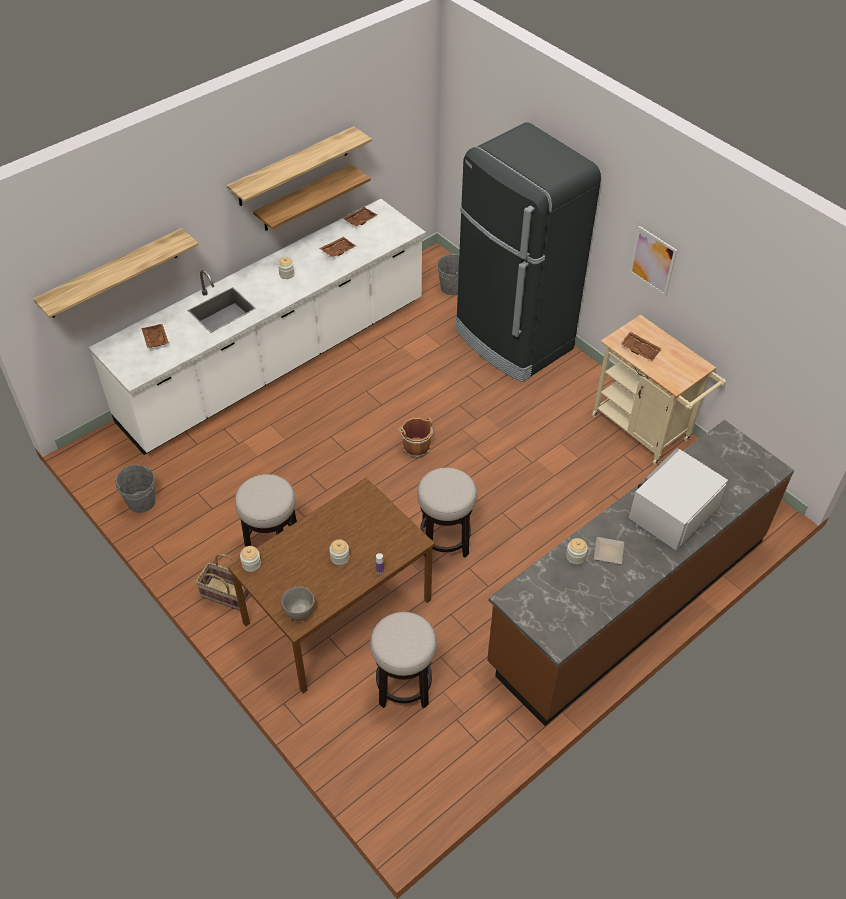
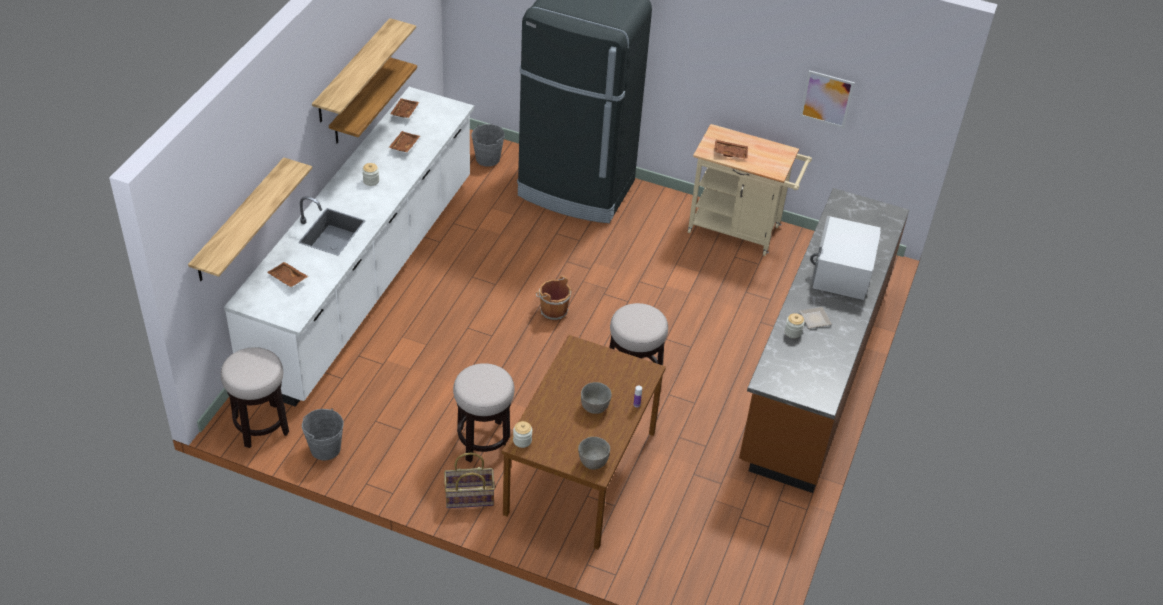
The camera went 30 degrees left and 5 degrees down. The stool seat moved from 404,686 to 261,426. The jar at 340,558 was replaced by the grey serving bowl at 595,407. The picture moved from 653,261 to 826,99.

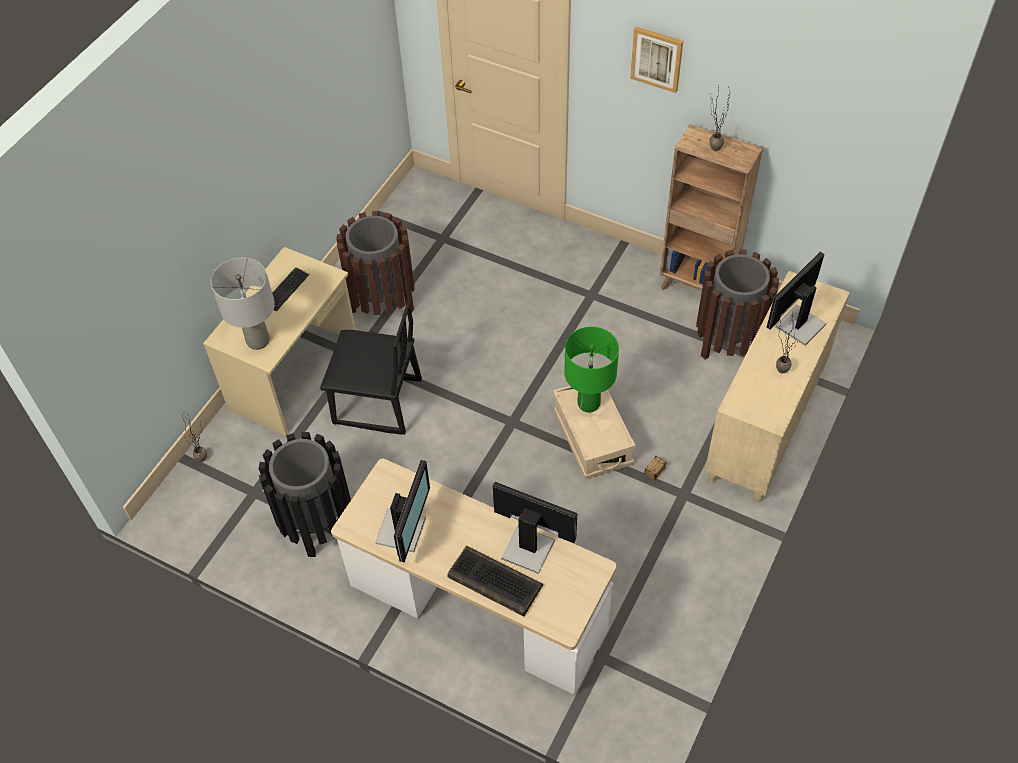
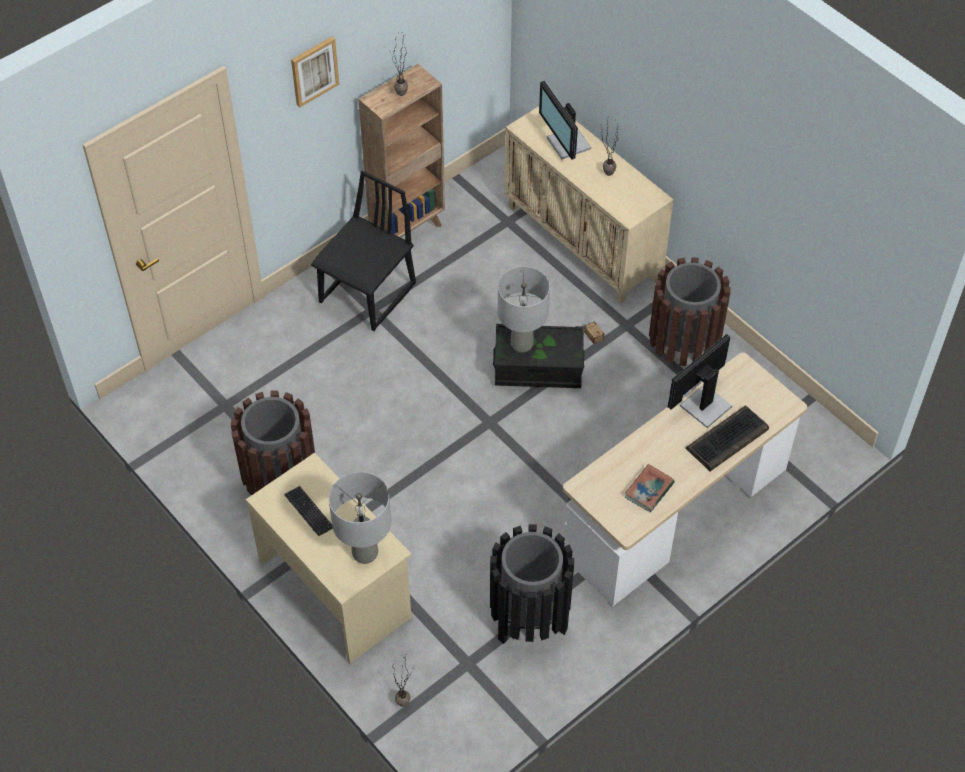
The camera went 70 degrees left and 0 degrees up. The black-coloured chair moved from 377,403 to 368,294. The beige storage box at 592,438 became the black-coloured storage box at 538,368. The green-coloured lamp for a table at 589,404 became the grey lamp for a table at 522,344. The monitor at 403,530 was replaced by the book at 649,490. The brown-coloured waste bin moved from 728,341 to 683,350.

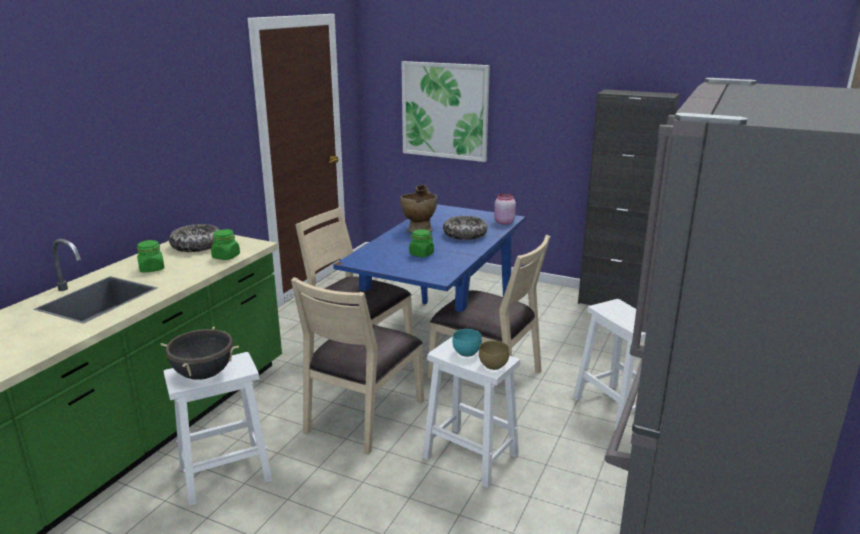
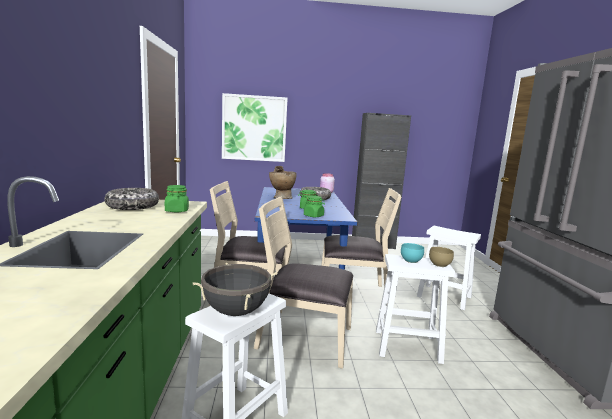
The camera went 30 degrees left and 10 degrees down. The beige chair at 363,415 turned 105 degrees clockwise. The green-coloured jar moved from 152,269 to 313,216.

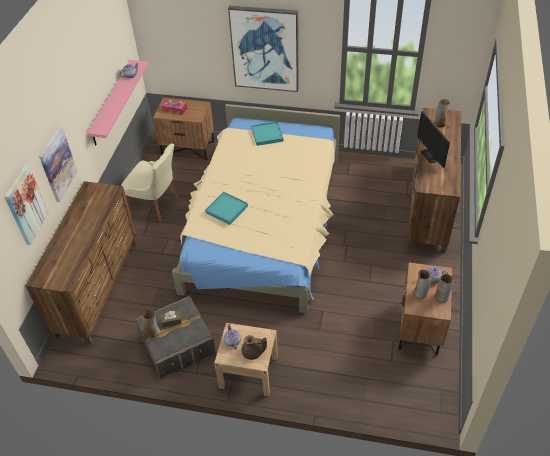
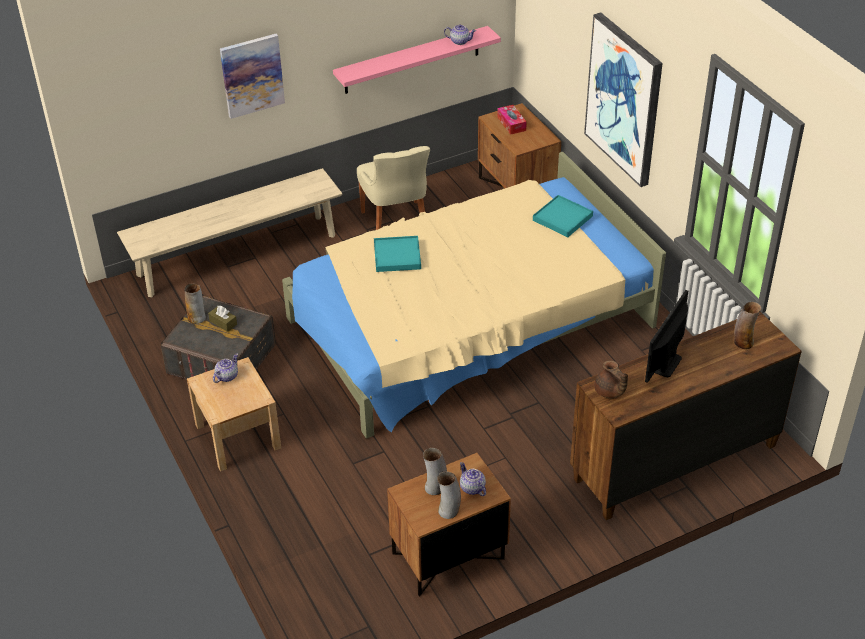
The camera went 50 degrees right and 5 degrees down. The brown-coloured drawer chest at 98,288 was replaced by the beige indoor bench at 237,255. The brown-coloured teapot moved from 253,353 to 609,392. The picture at 25,205 disappeared.

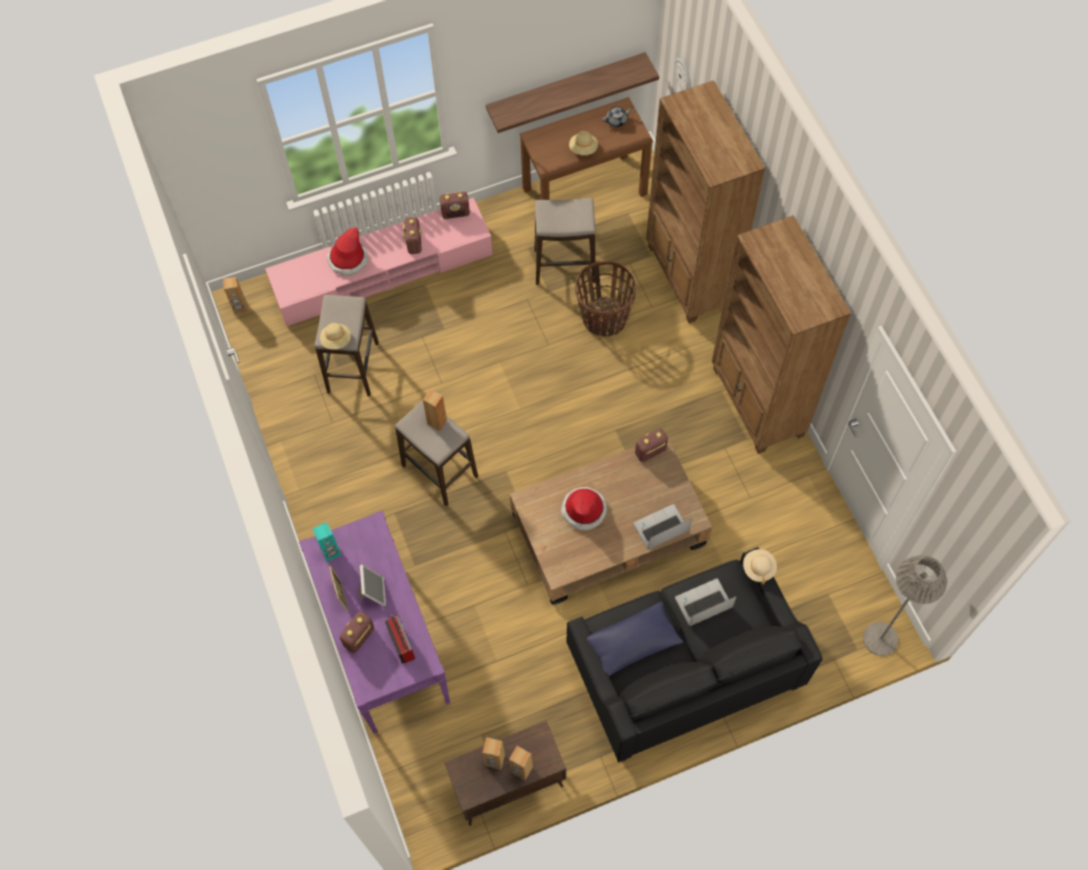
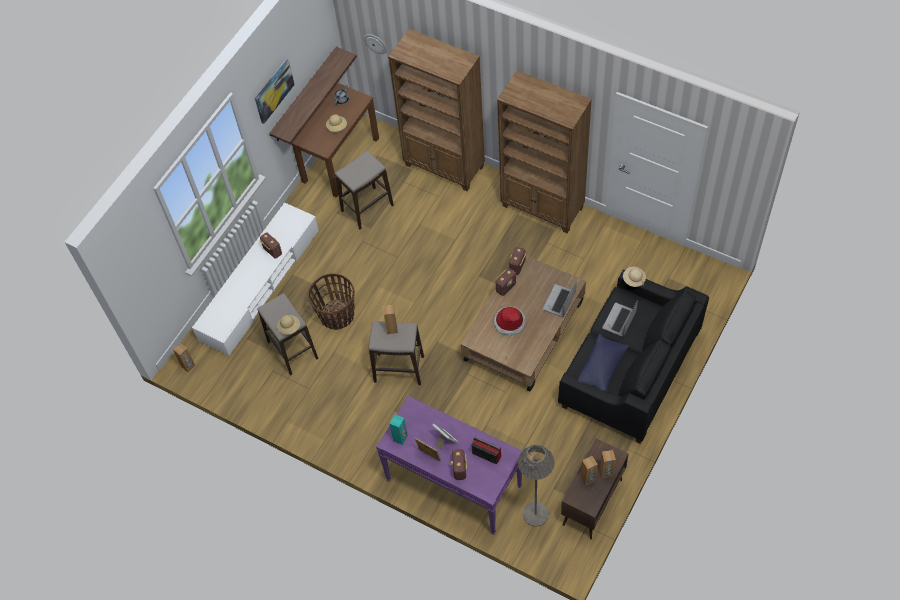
The camera went 35 degrees left and 5 degrees down. The pink tv unit at 383,271 became the white-coloured tv unit at 260,284. The picture at 273,91 appeared. The basket moved from 604,318 to 337,315. The radio receiver moved from 456,213 to 506,287. The grey standard lamp moved from 880,639 to 535,514. The clothing hat at 348,259 disappeared.

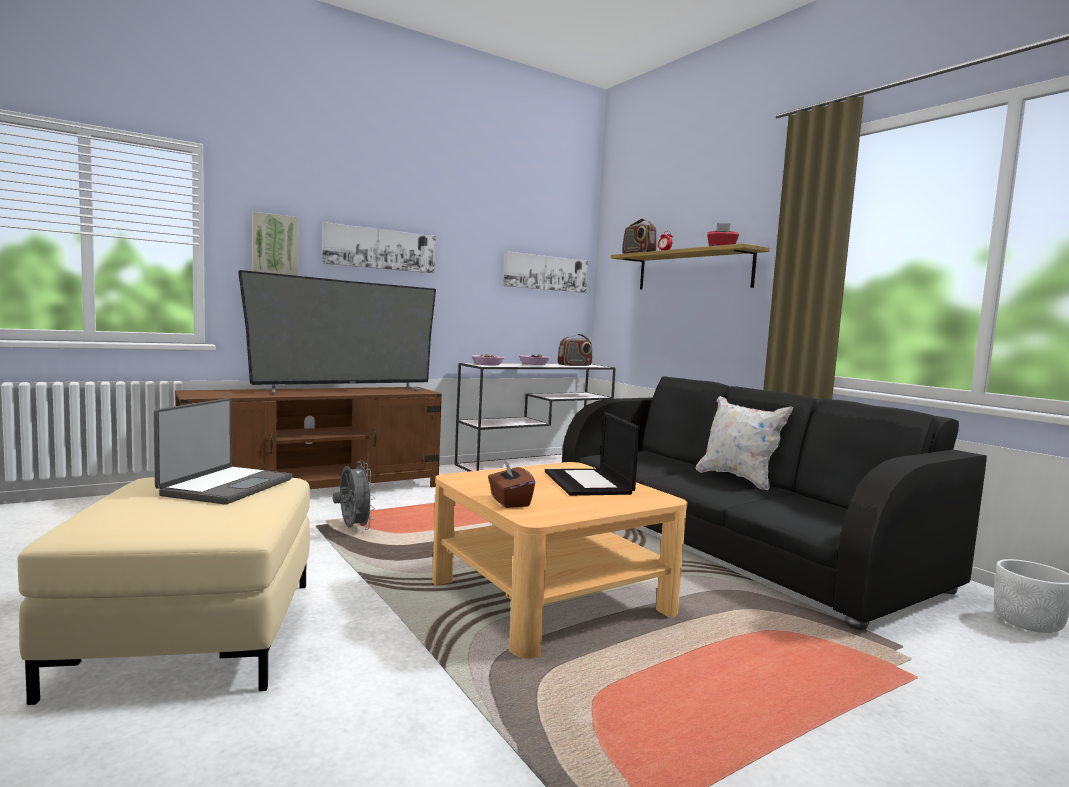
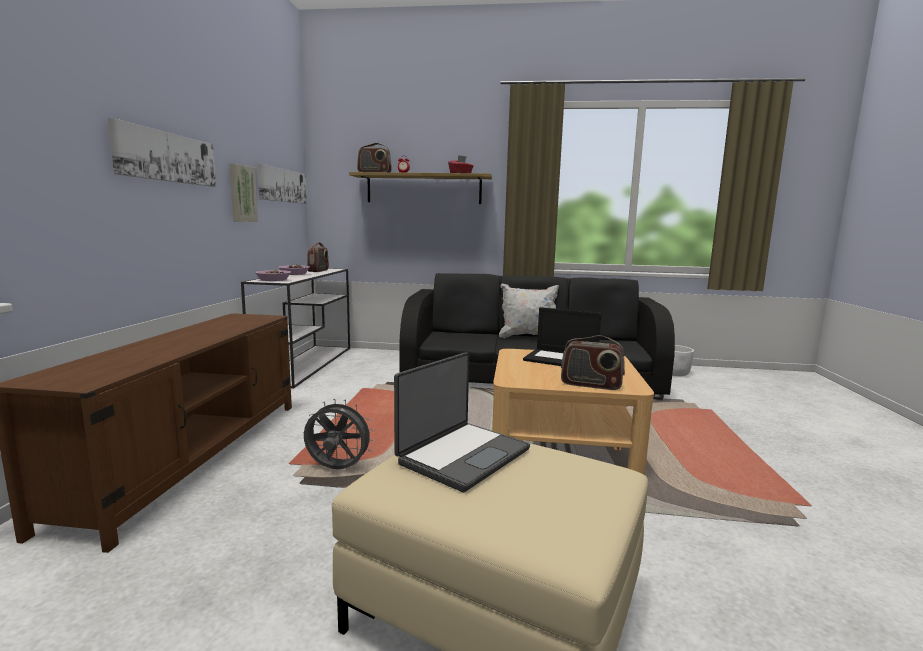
The camera went 50 degrees left and 5 degrees up. The picture moved from 274,246 to 241,194. The notebook computer at 226,487 turned 75 degrees clockwise. The brown-coloured box of tissues at 509,501 was replaced by the radio receiver at 591,385. The television at 345,390 disappeared.

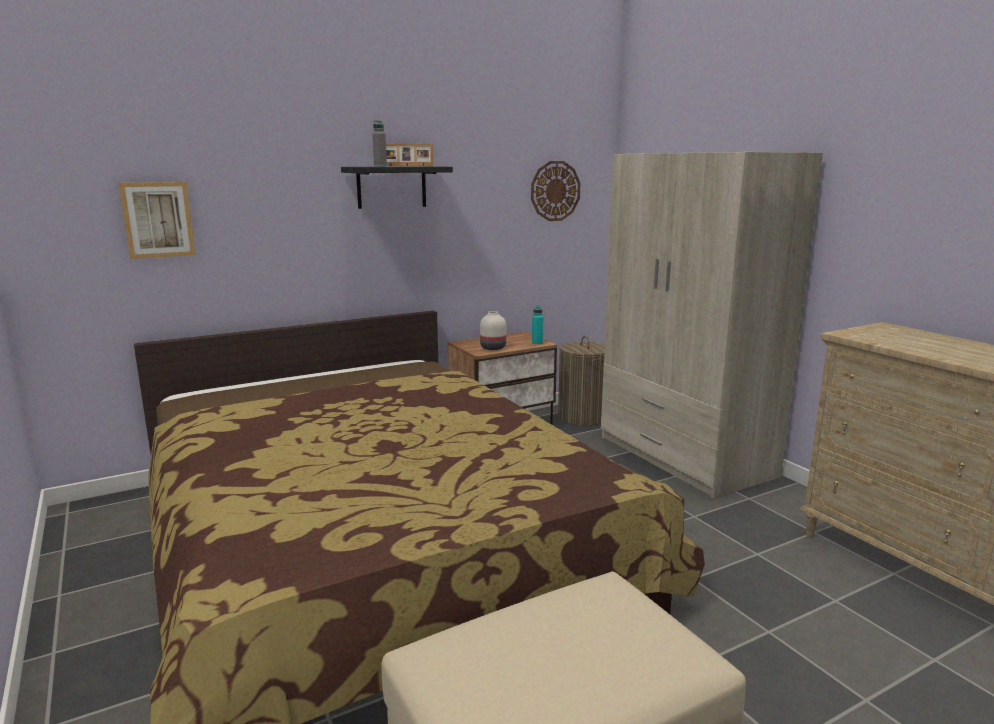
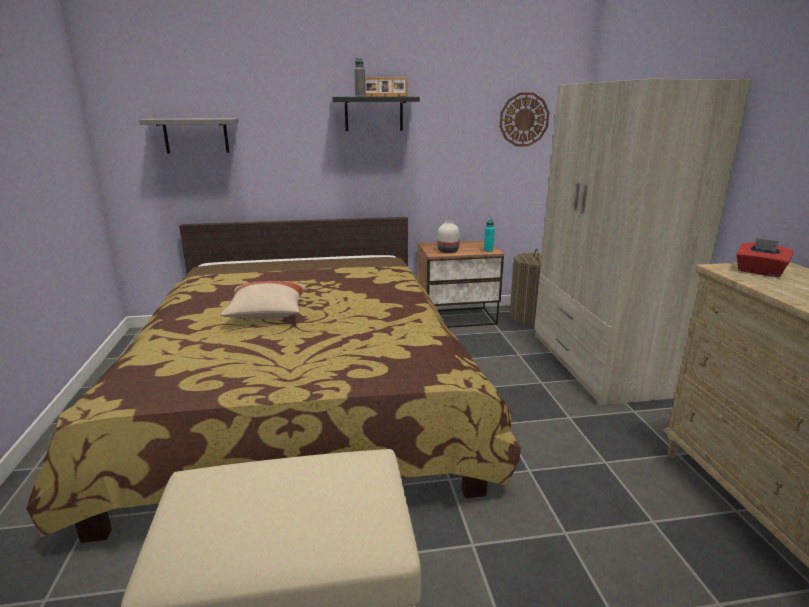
The camera went 20 degrees right and 5 degrees up. The picture at 158,219 was replaced by the grey bracket shelf at 196,135. The beige pillow at 267,314 appeared. The red-coloured box of tissues at 759,272 appeared.

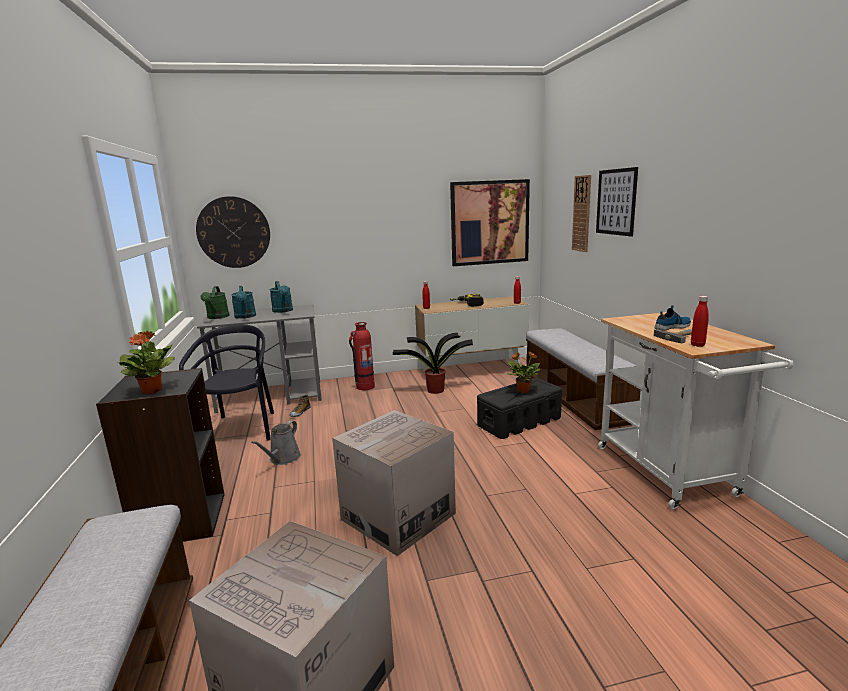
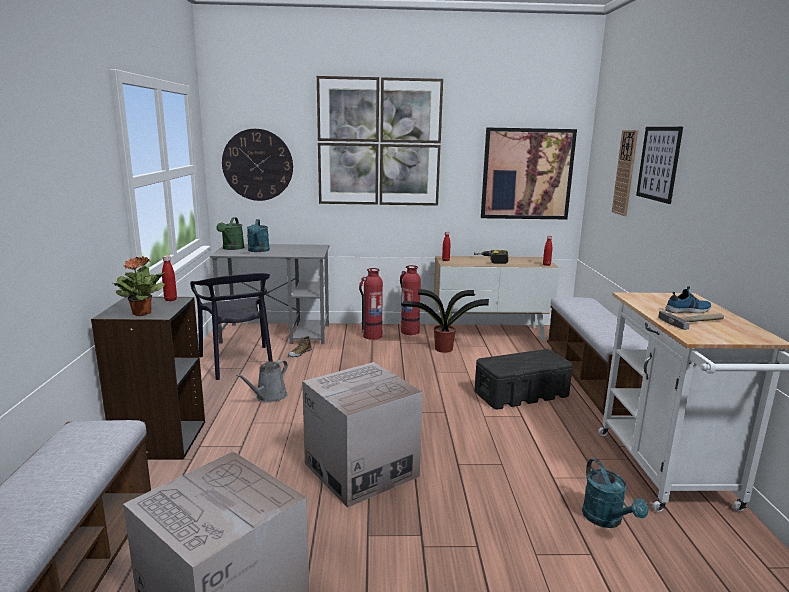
The camera went 10 degrees right and 0 degrees up. The red-coloured drink bottle moved from 697,345 to 170,299. The black-coloured chair at 241,429 turned 150 degrees clockwise. The picture at 379,142 appeared. The fire extinguisher at 409,331 appeared. The blue-green sprinkling can moved from 283,311 to 607,520. The plant in a pot at 523,390 disappeared.

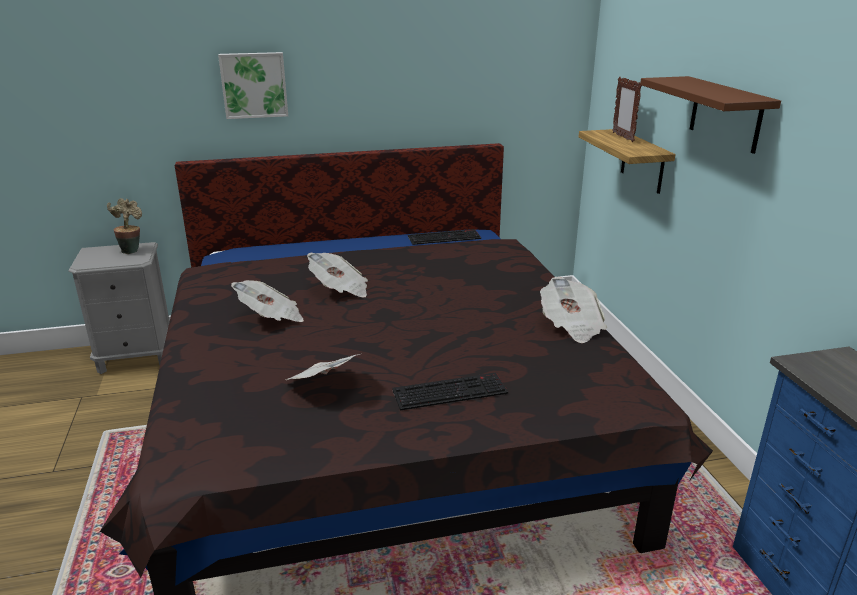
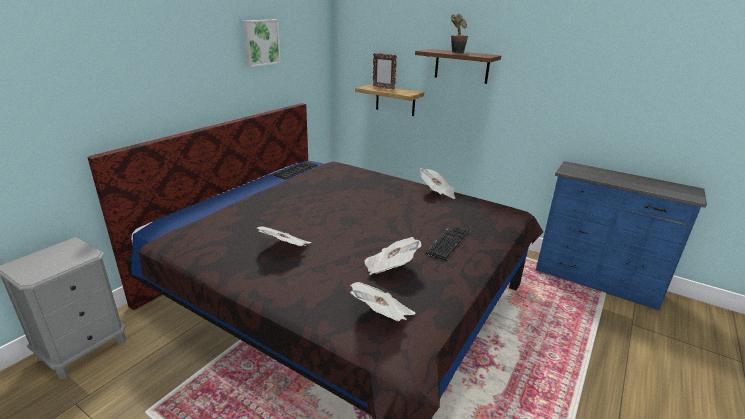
The camera went 45 degrees left and 0 degrees up. The picture moved from 254,85 to 261,42. The printed paper moved from 340,290 to 382,315. The plant in a pot moved from 131,250 to 456,53.

